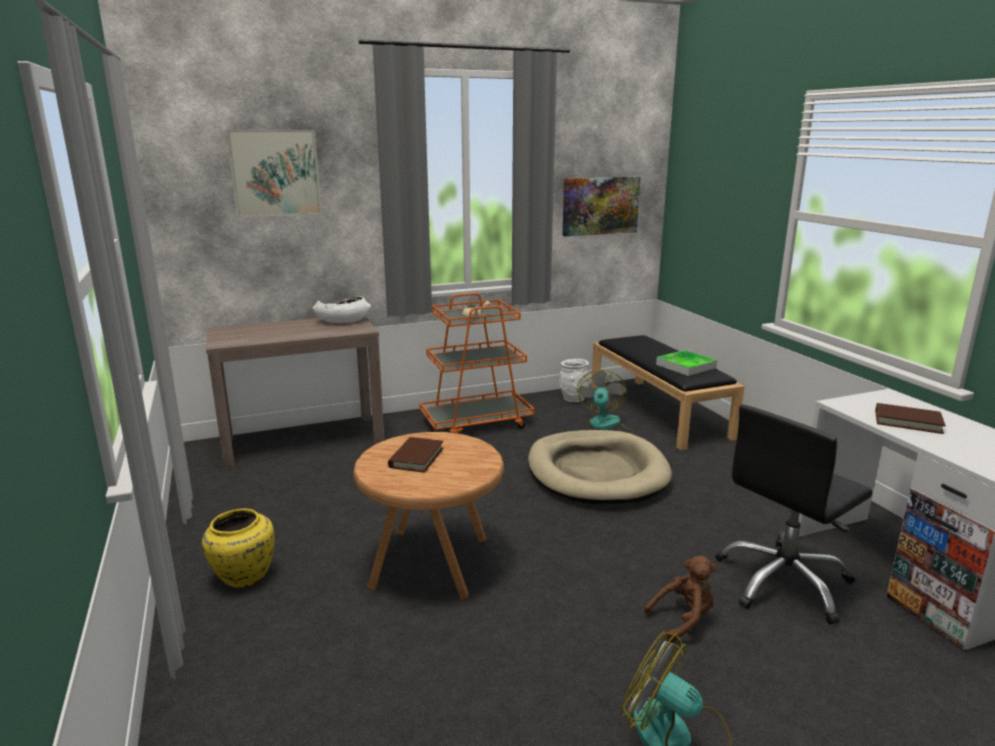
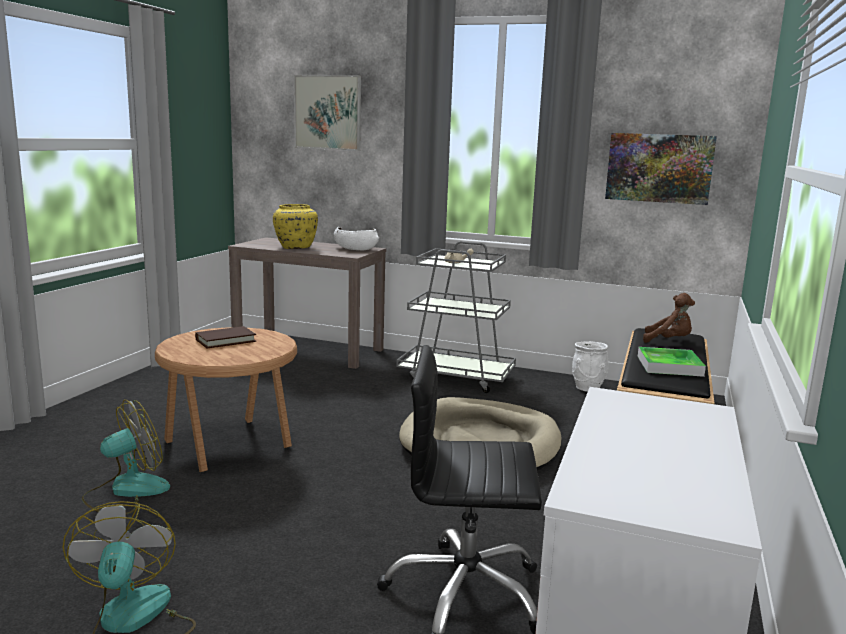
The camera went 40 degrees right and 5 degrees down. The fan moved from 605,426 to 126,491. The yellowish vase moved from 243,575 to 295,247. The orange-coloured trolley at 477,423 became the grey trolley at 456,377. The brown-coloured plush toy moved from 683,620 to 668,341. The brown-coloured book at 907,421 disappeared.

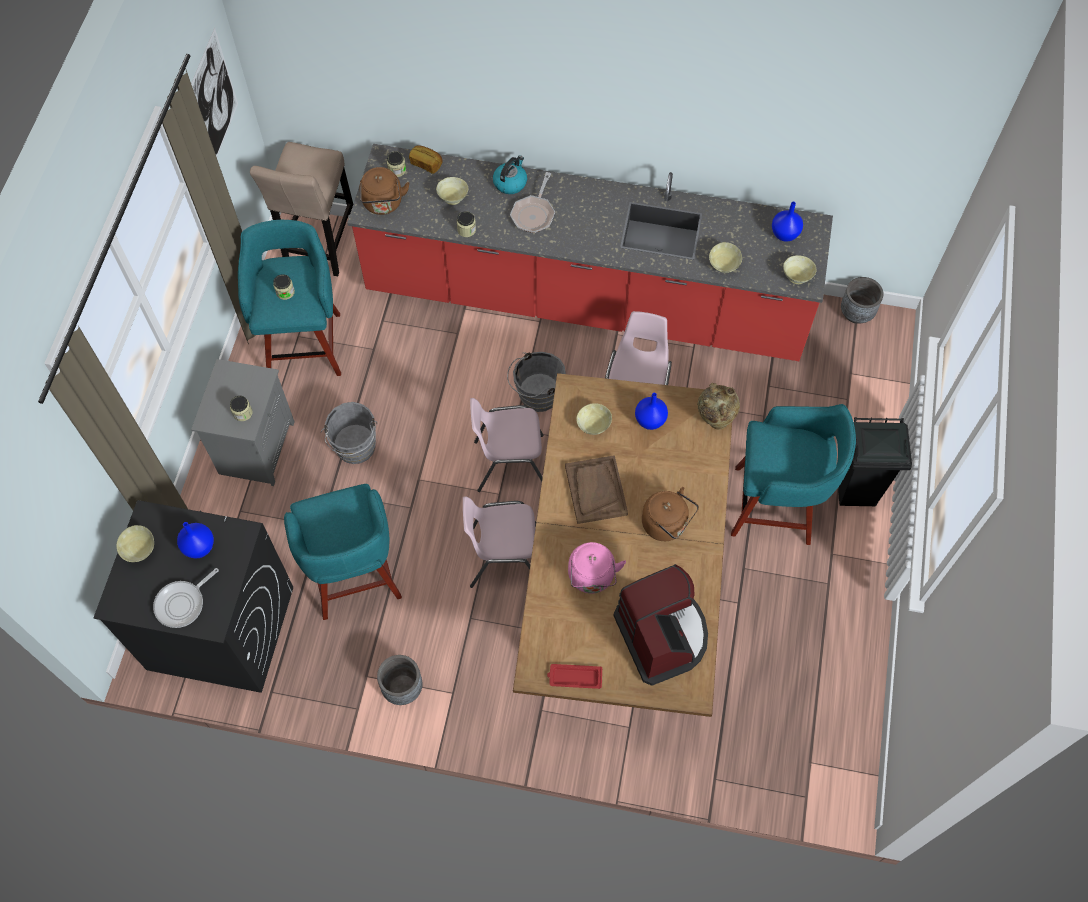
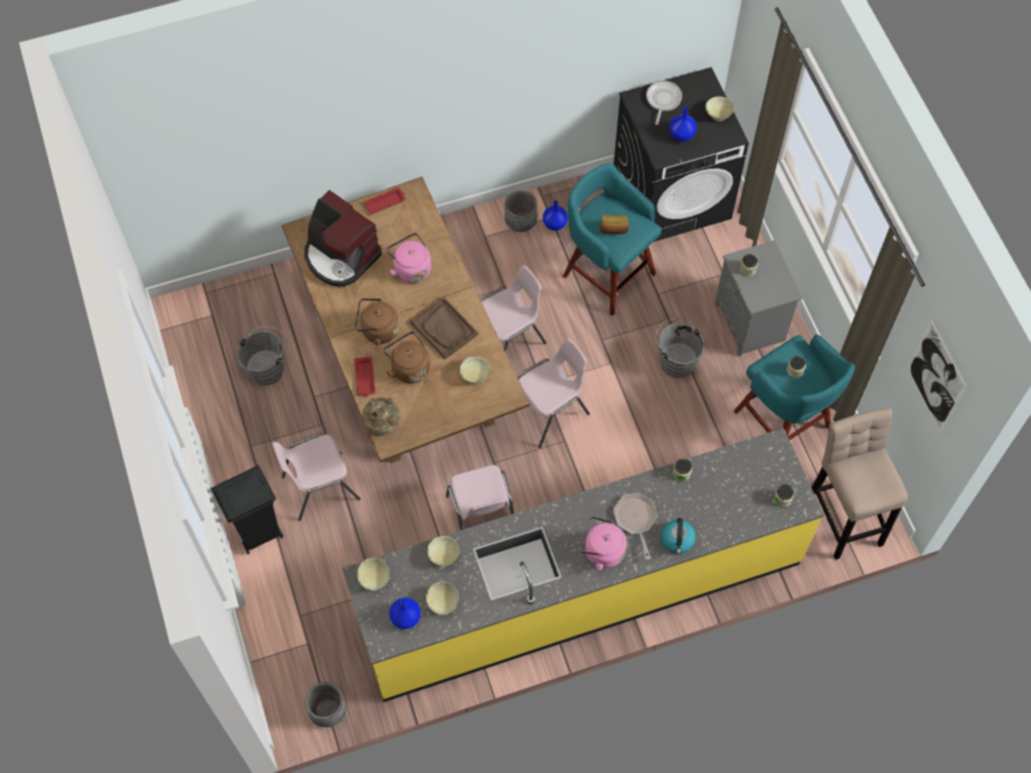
The camera went 150 degrees right and 0 degrees up. The grey bucket moved from 536,396 to 268,367. The blue-green stool seat at 776,506 was replaced by the pink chair at 319,487. The red-coloured kitchen base unit at 586,300 became the yellowish kitchen base unit at 579,590. The red-coloured tray at 365,378 appeared. The brown-coloured tea kettle moved from 383,204 to 409,367. The beige serving bowl moved from 453,198 to 442,603. The blue vase moved from 650,419 to 555,224. The pink tea kettle at 601,551 appeared. The bread moved from 426,164 to 613,229.

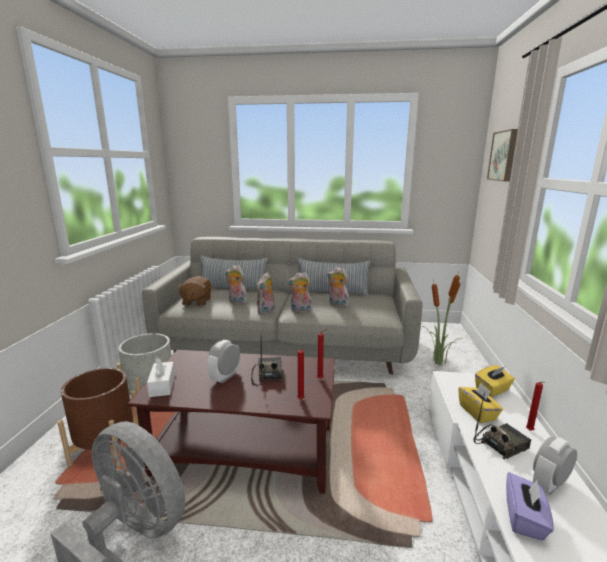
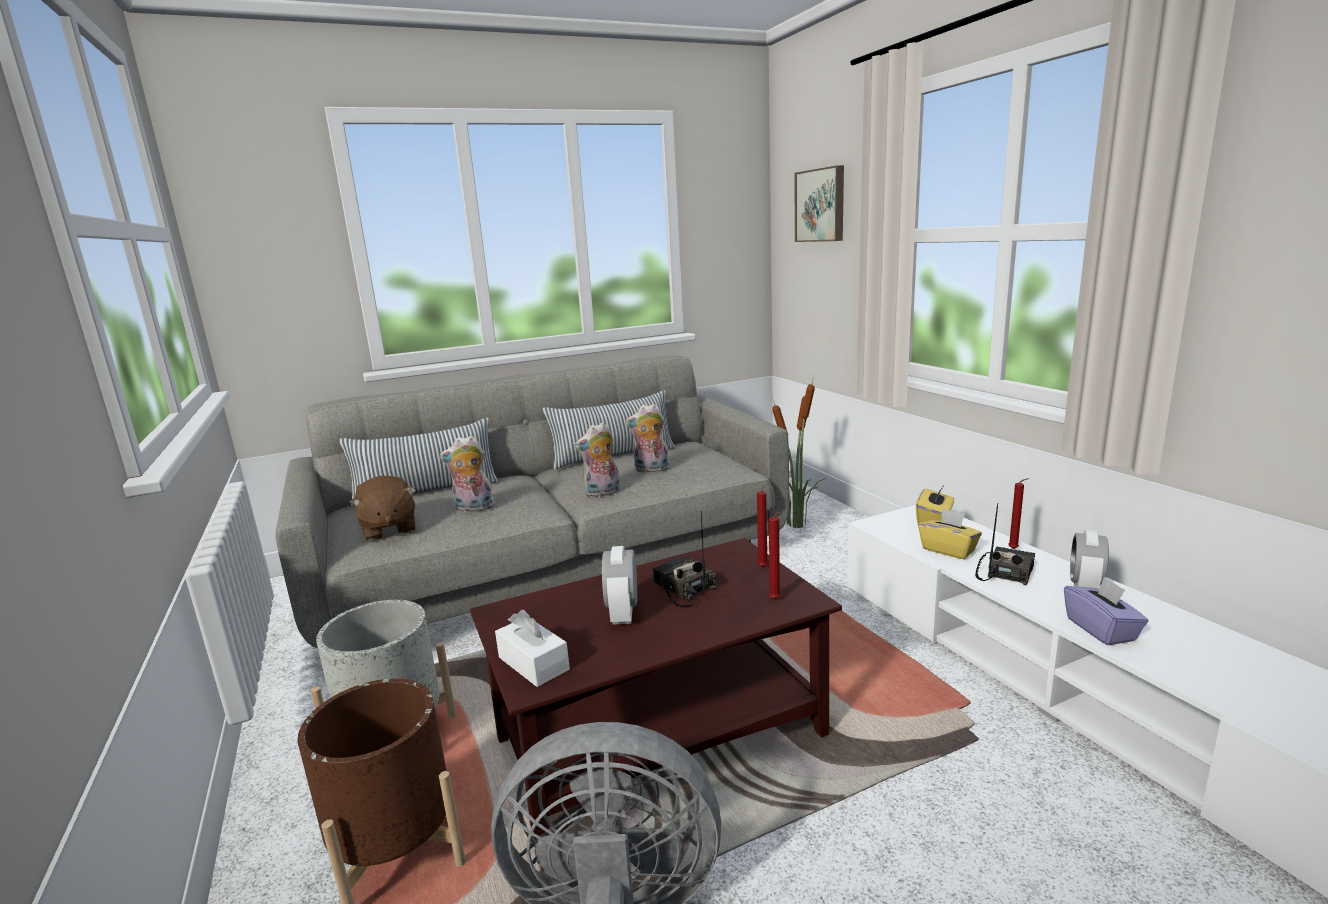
The camera went 30 degrees left and 0 degrees up. The plush toy at 266,312 disappeared.

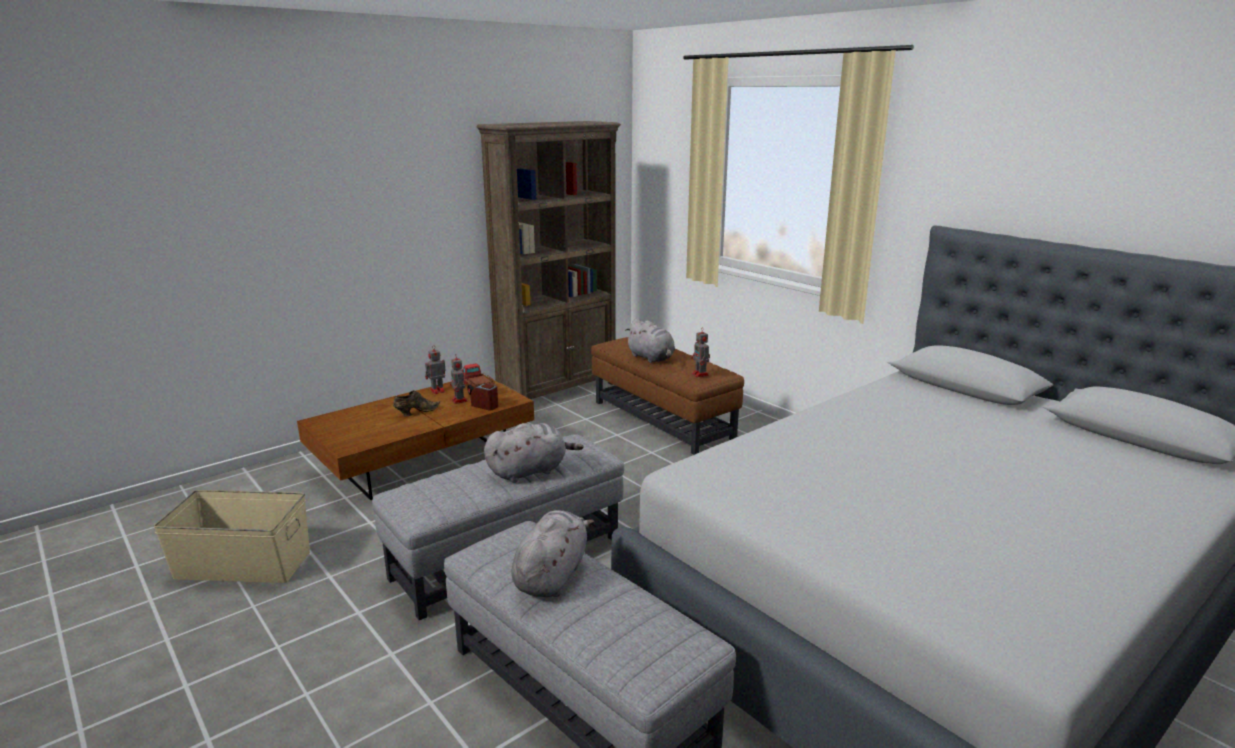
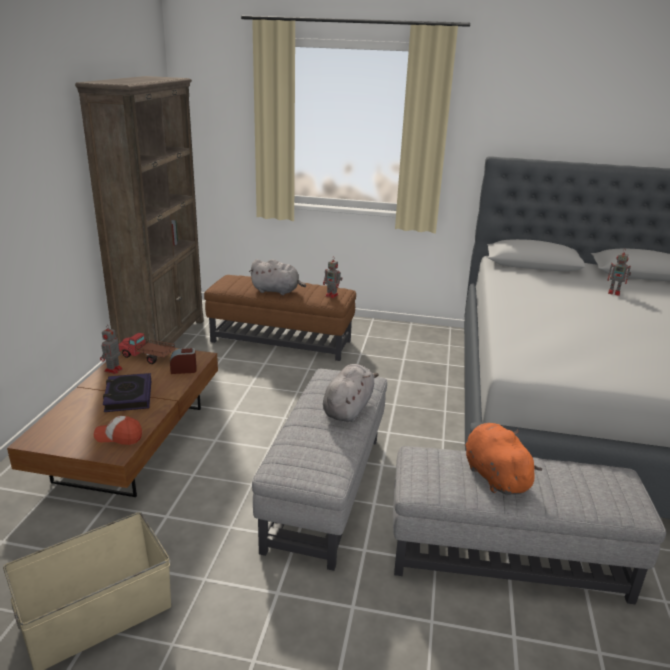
The camera went 40 degrees left and 5 degrees up. The cap at 119,437 appeared. The brown-coloured shoe at 416,412 was replaced by the book at 128,396. The grey plush toy at 552,575 became the orange-coloured plush toy at 494,475. The model robot moved from 459,401 to 615,292.

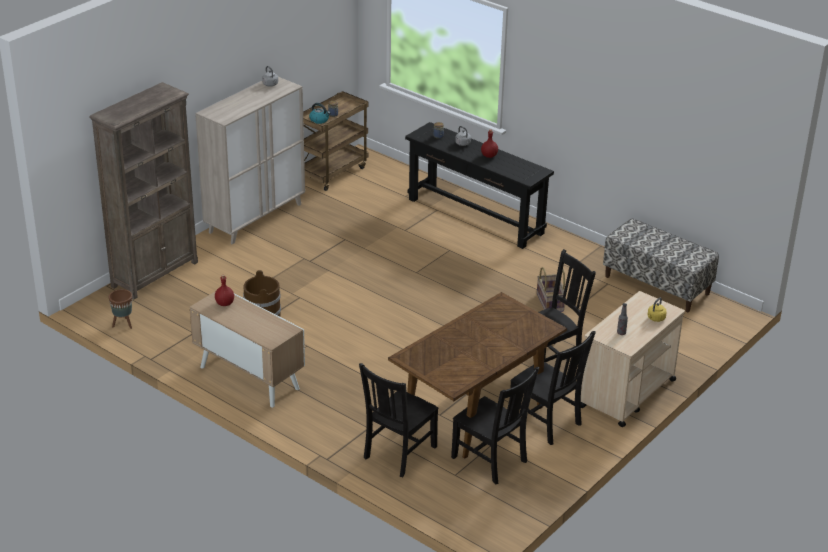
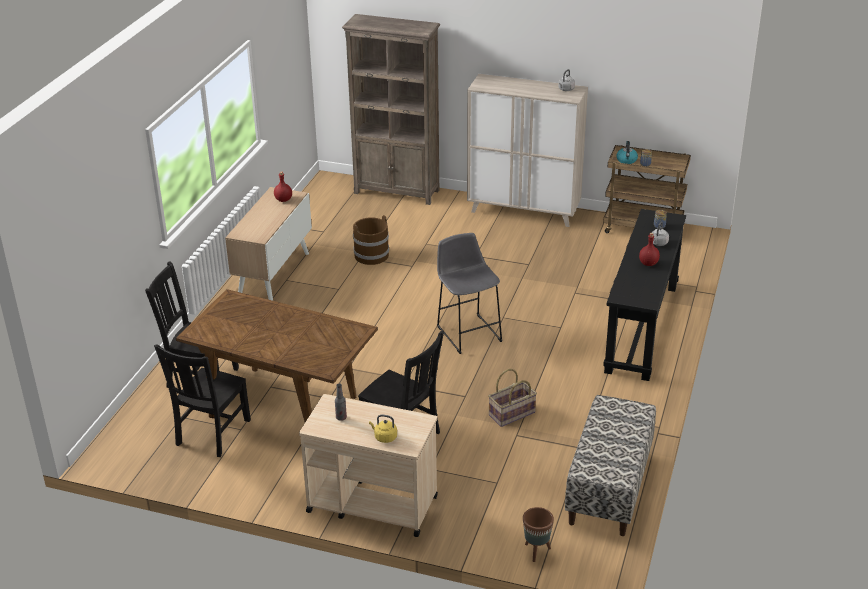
The camera went 70 degrees right and 0 degrees up. The grey stool seat at 468,332 appeared. The brown-coloured flower pot moved from 123,324 to 536,551. The black-coloured chair at 546,422 disappeared.

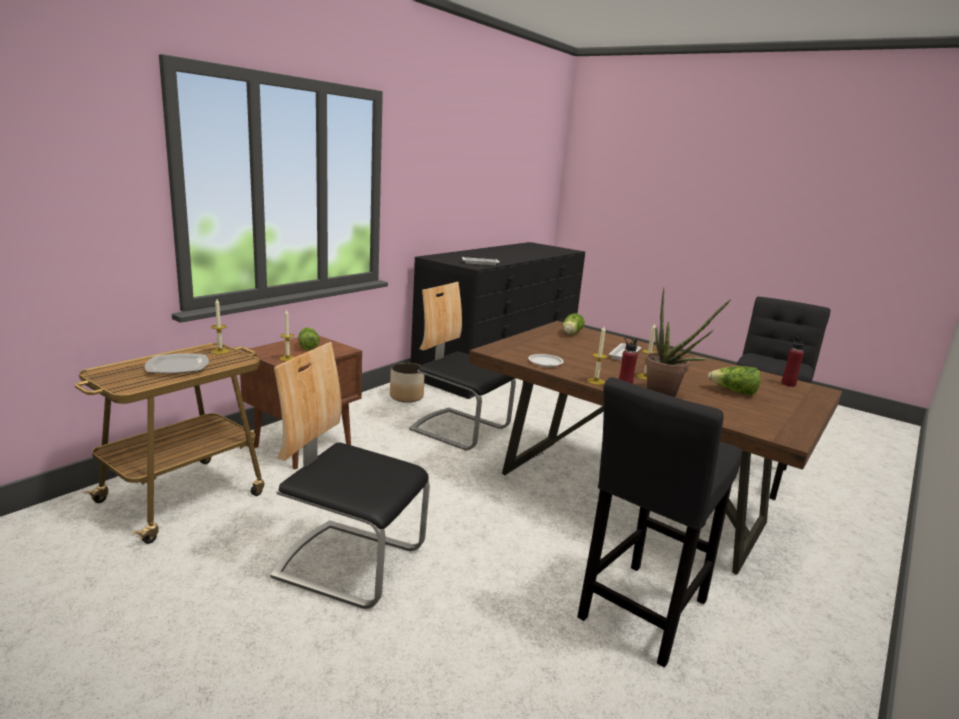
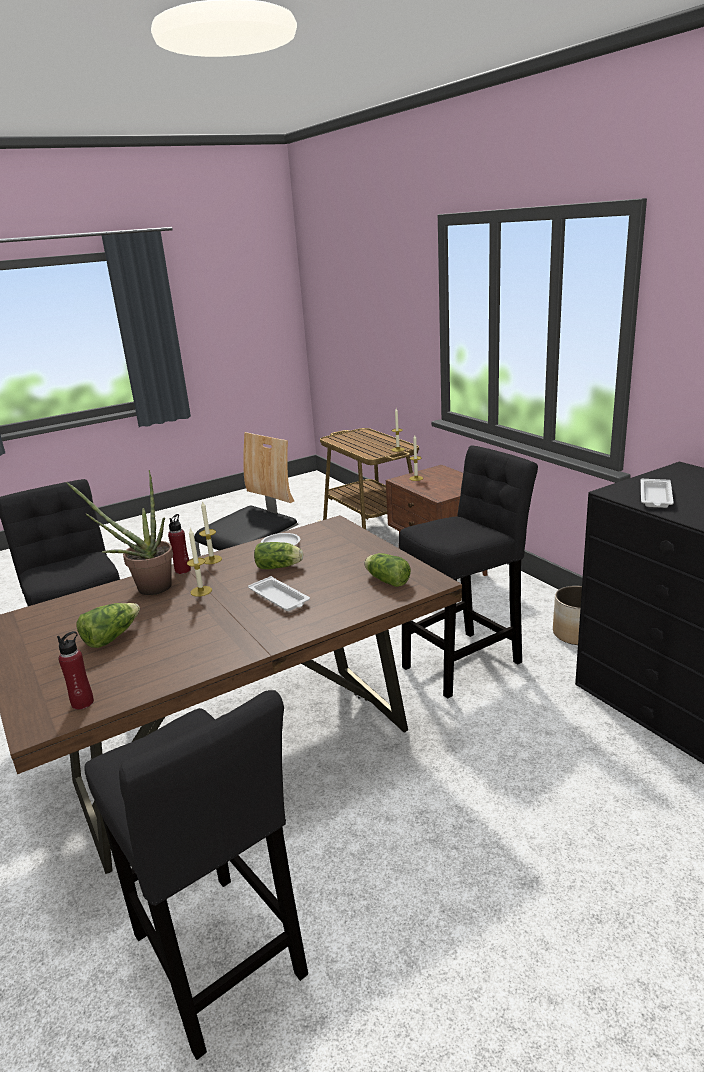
The camera went 115 degrees right and 5 degrees up. The lettuce moved from 308,346 to 280,567. The chair at 459,429 was replaced by the black-coloured stool seat at 466,661. The plate at 178,366 disappeared.

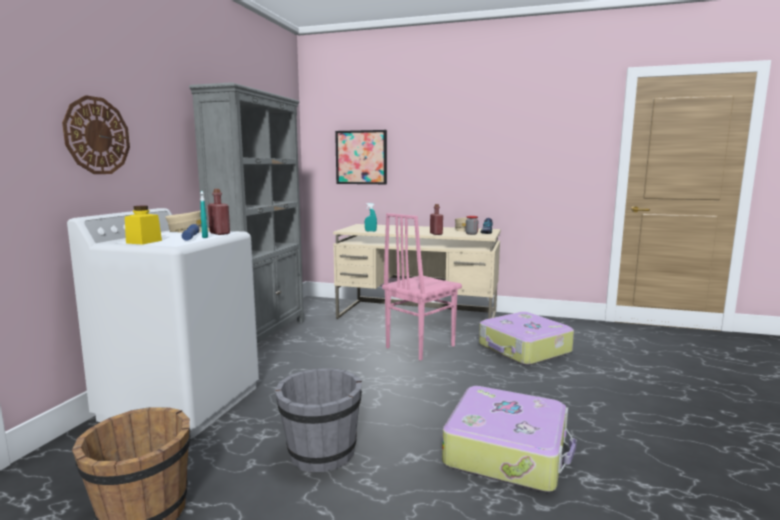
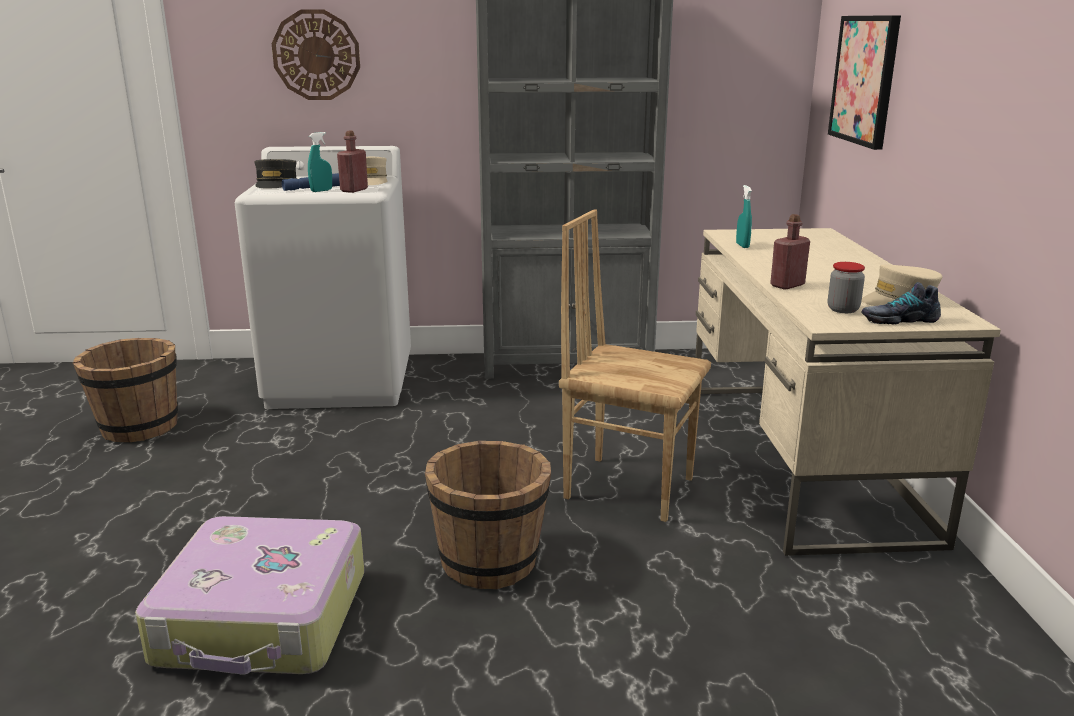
The camera went 70 degrees right and 10 degrees up. The yellowish jar at 144,242 was replaced by the grey cap at 276,184. The brown-coloured bucket at 490,561 appeared. The pink chair at 419,346 became the brown-coloured chair at 628,487. The grey bucket at 321,453 disappeared. The suitcase at 524,349 disappeared.

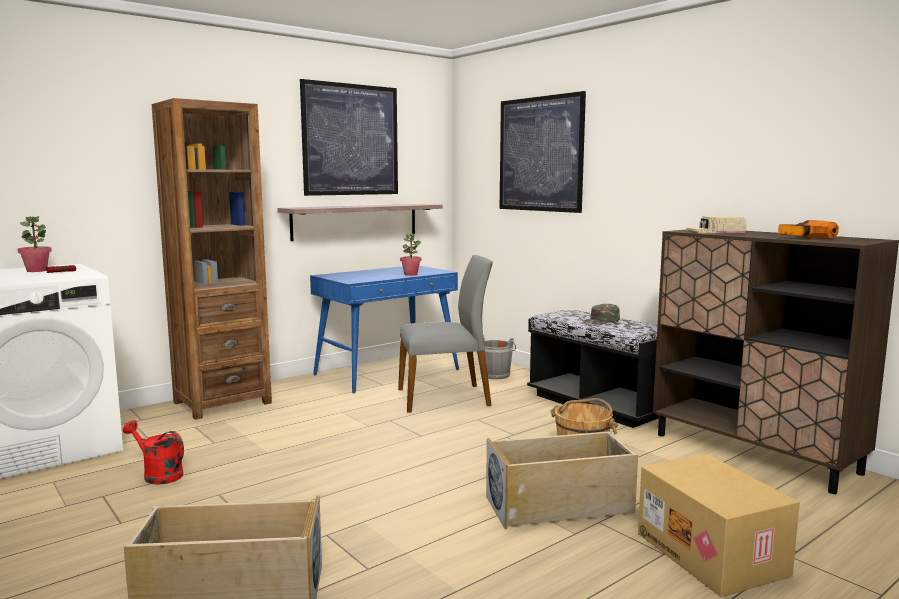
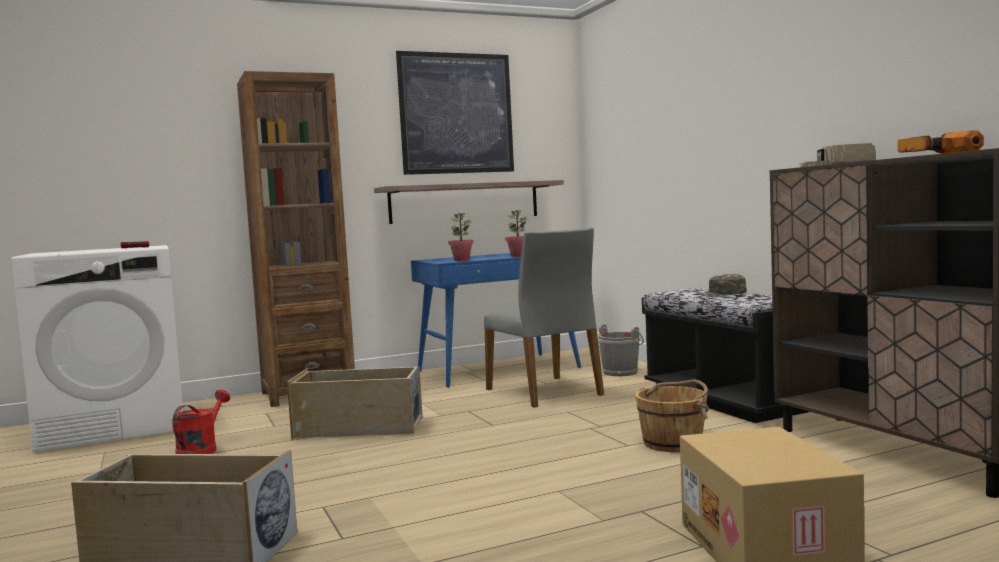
The camera went 15 degrees right and 5 degrees down. The red-coloured sprinkling can at 158,475 turned 60 degrees clockwise. The beige storage box moved from 560,505 to 360,428. The plant in a pot moved from 37,270 to 461,260. The grey chair at 444,397 turned 60 degrees clockwise. The picture at 540,154 disappeared.

